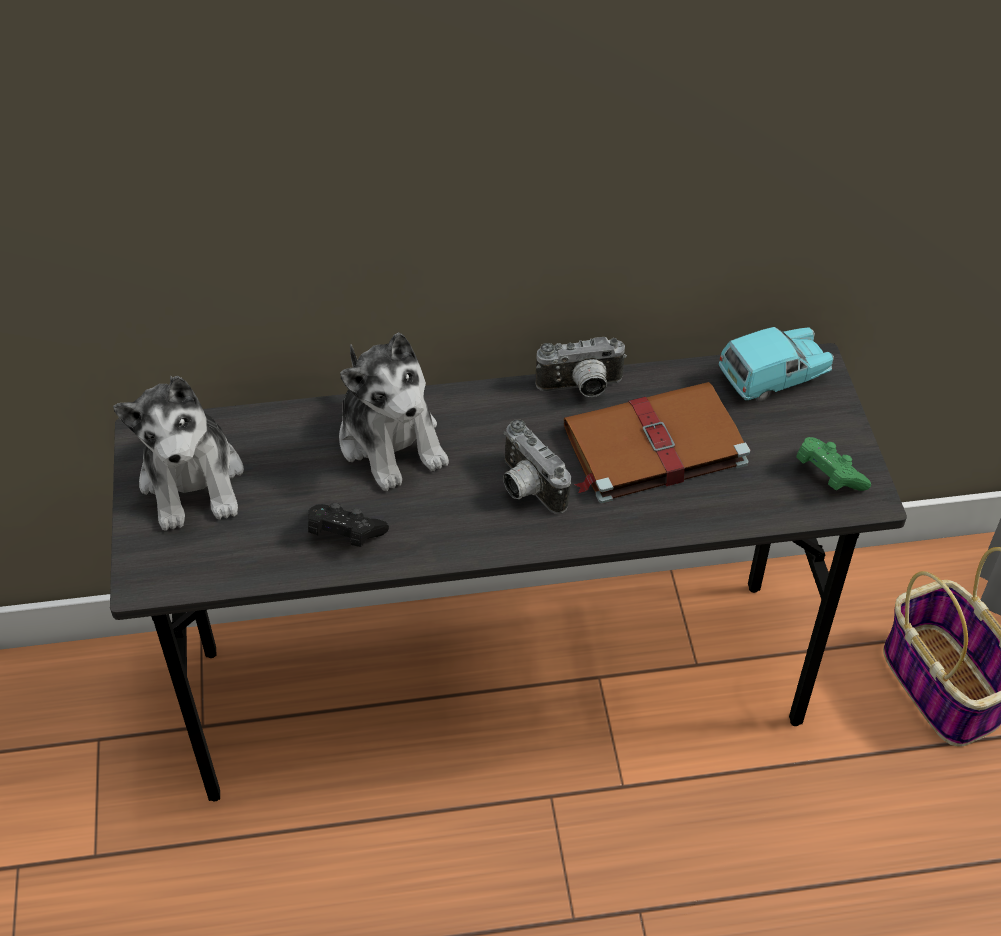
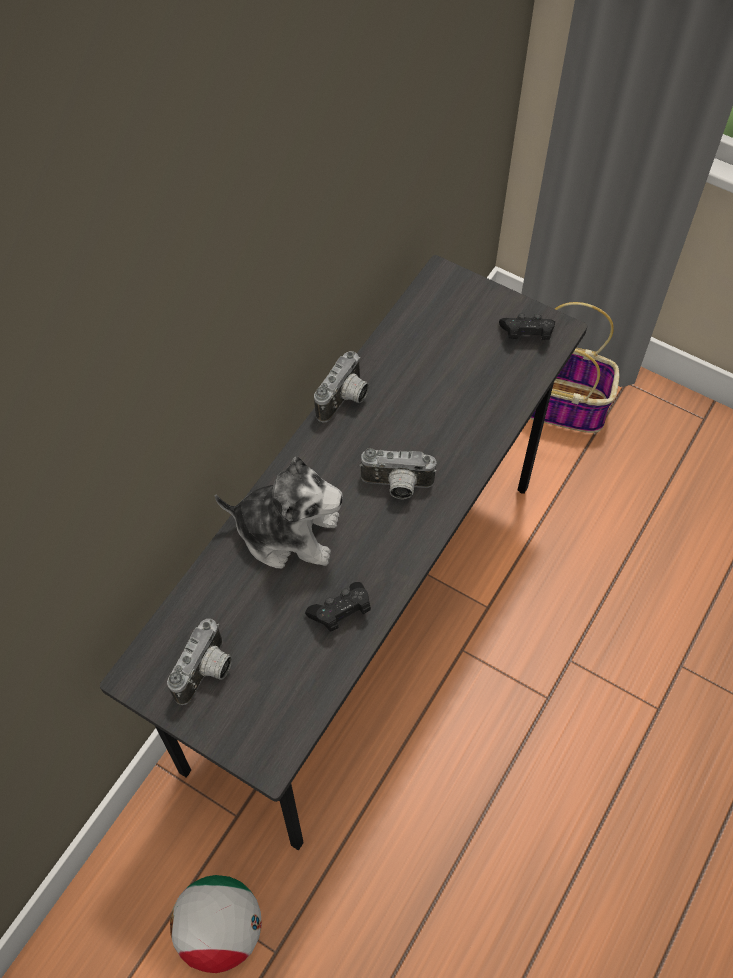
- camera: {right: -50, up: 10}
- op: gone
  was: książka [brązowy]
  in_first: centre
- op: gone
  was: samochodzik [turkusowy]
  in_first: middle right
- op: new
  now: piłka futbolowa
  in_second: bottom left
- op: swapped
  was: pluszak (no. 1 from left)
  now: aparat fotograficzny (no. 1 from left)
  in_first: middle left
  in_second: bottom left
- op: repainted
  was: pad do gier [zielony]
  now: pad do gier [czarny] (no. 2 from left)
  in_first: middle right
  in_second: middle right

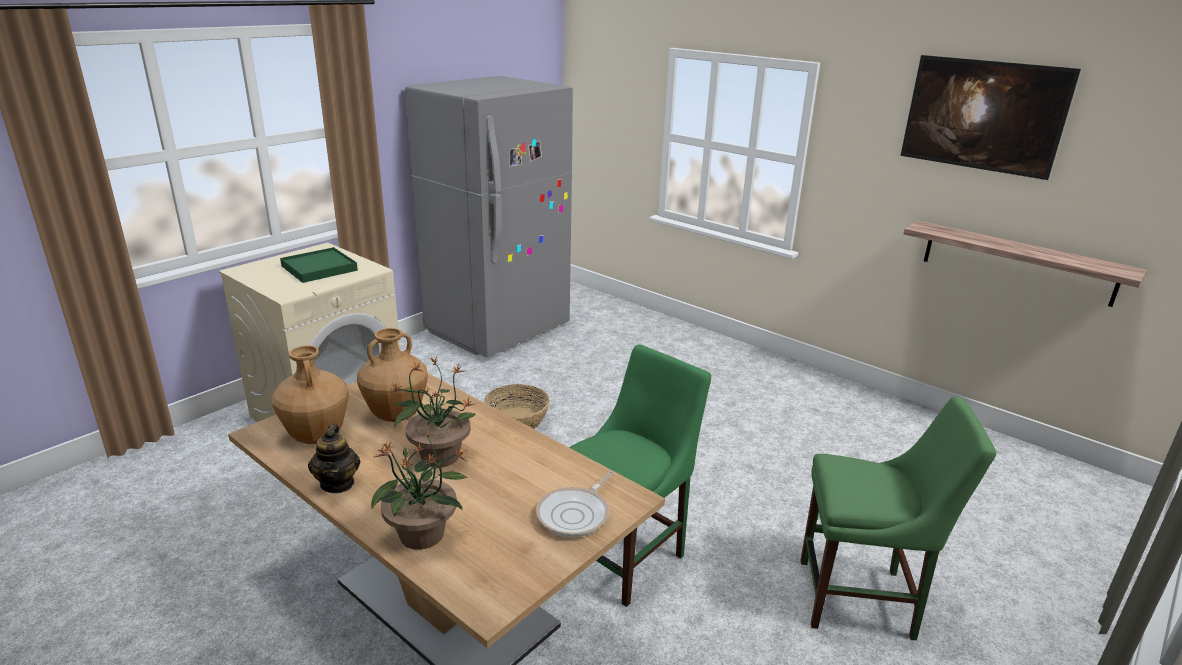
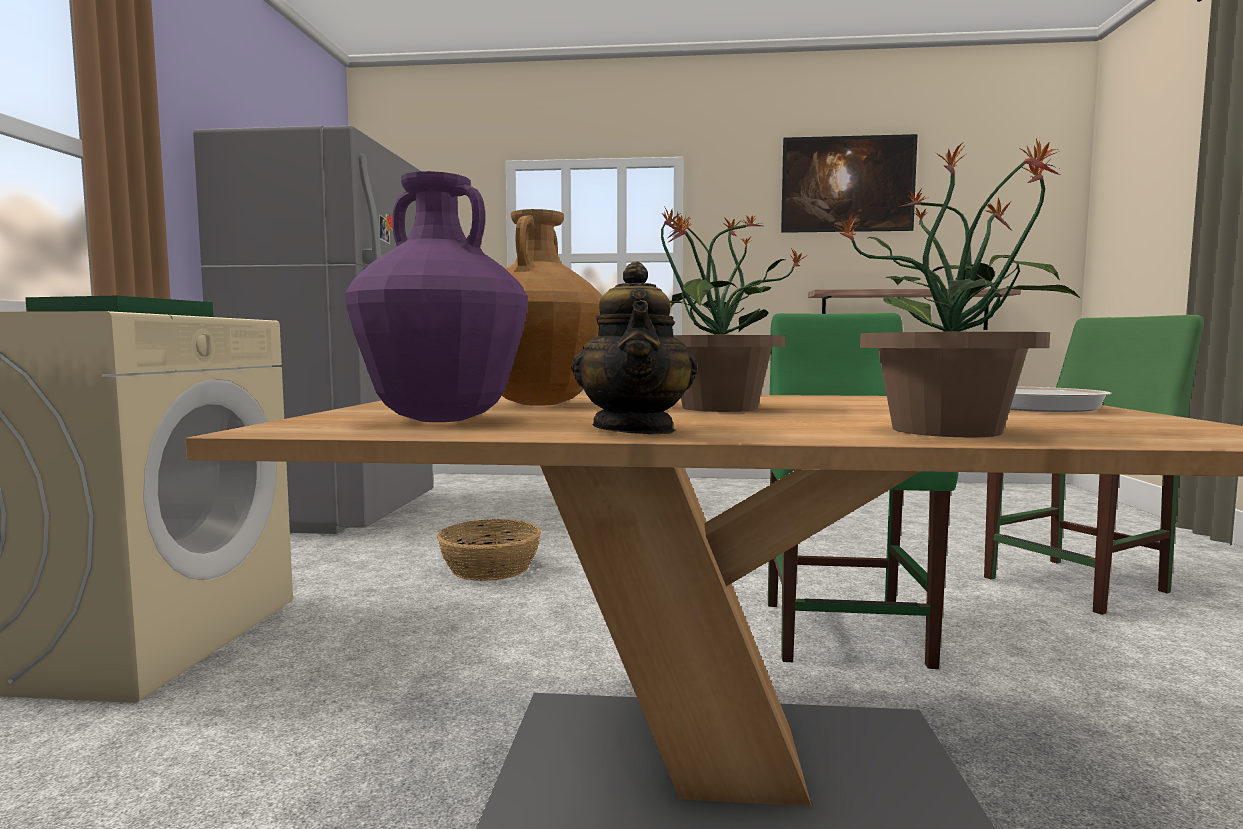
- camera: {right: -35, up: -20}
- op: repainted
  was: wazon [brązowy] (no. 1 from left)
  now: wazon [fioletowy]
  in_first: middle left
  in_second: centre
- op: rotated
  was: imbryk
  in_first: bottom left
  in_second: centre
  clockwise: 45

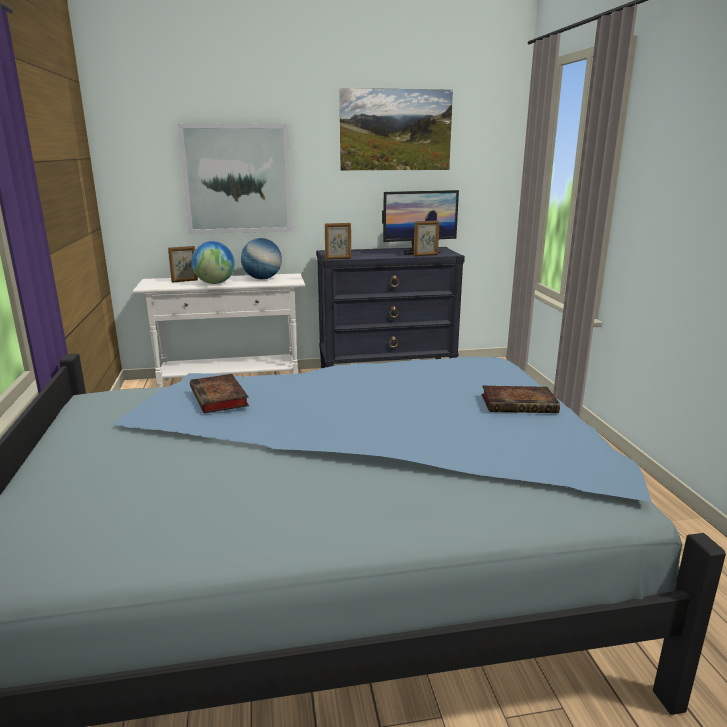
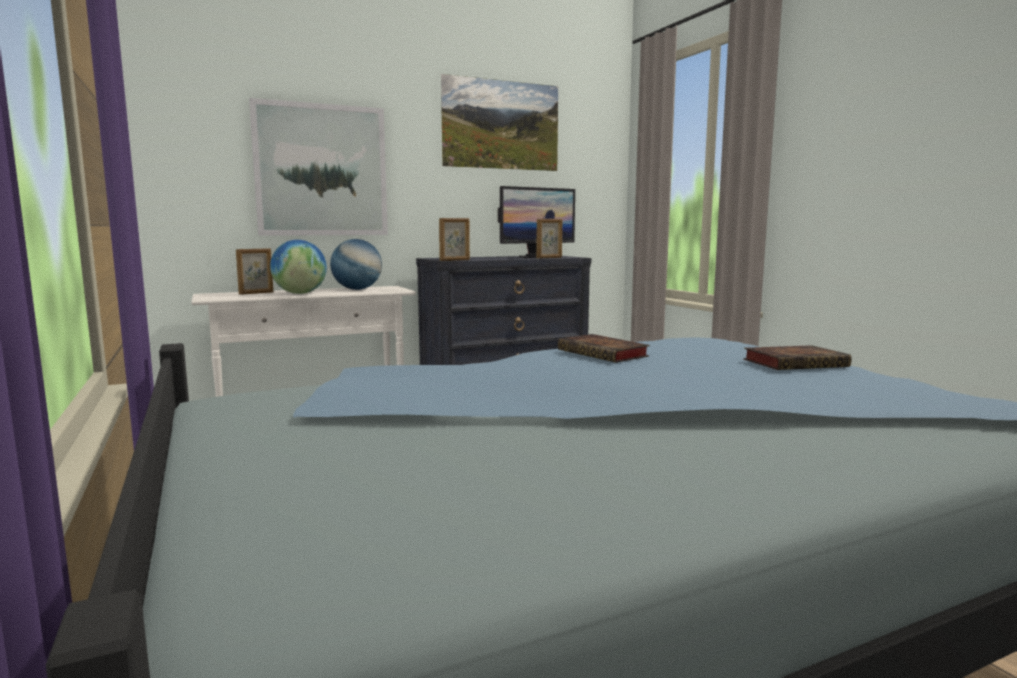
- camera: {right: -15, up: -10}
- op: shifted
  was: książka (no. 1 from left)
  in_first: middle left
  in_second: centre

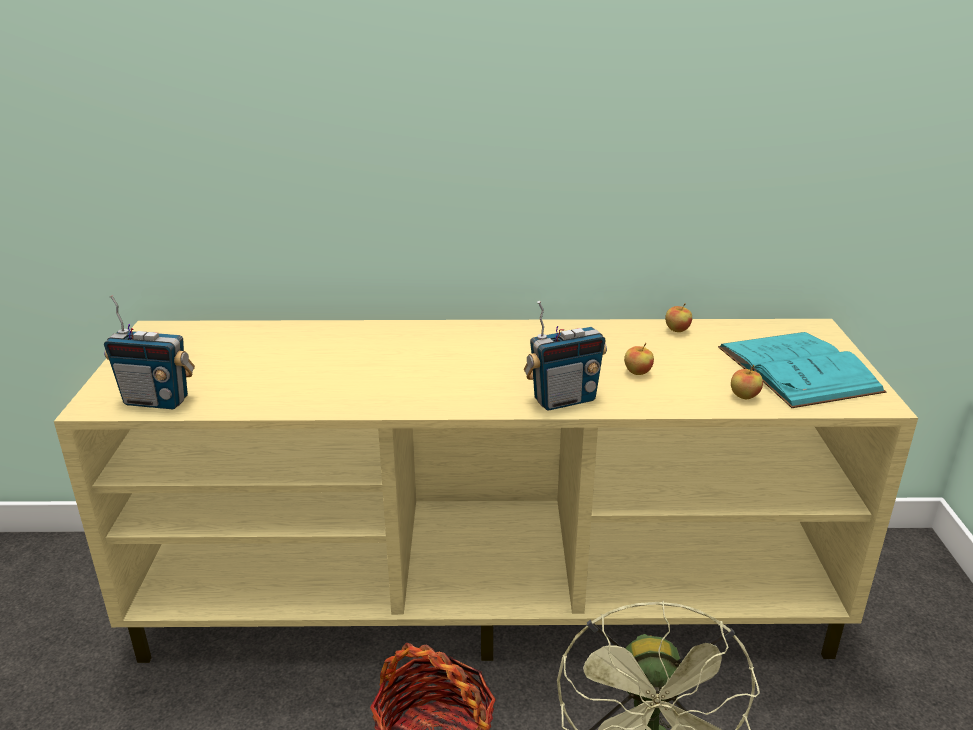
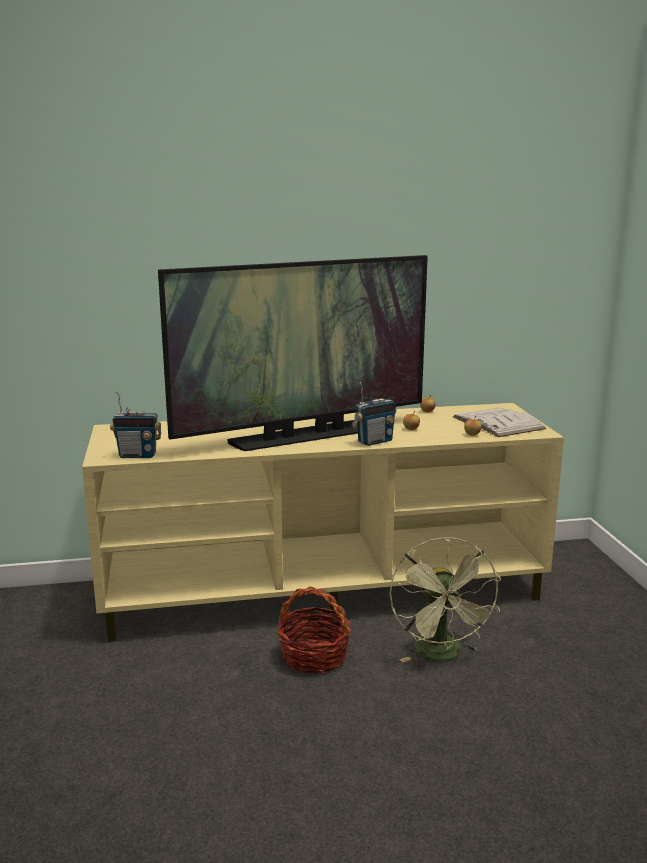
- camera: {right: -10, up: -10}
- op: new
  now: telewizor
  in_second: centre
- op: repainted
  was: książka [turkusowy]
  now: książka [biały]
  in_first: middle right
  in_second: middle right

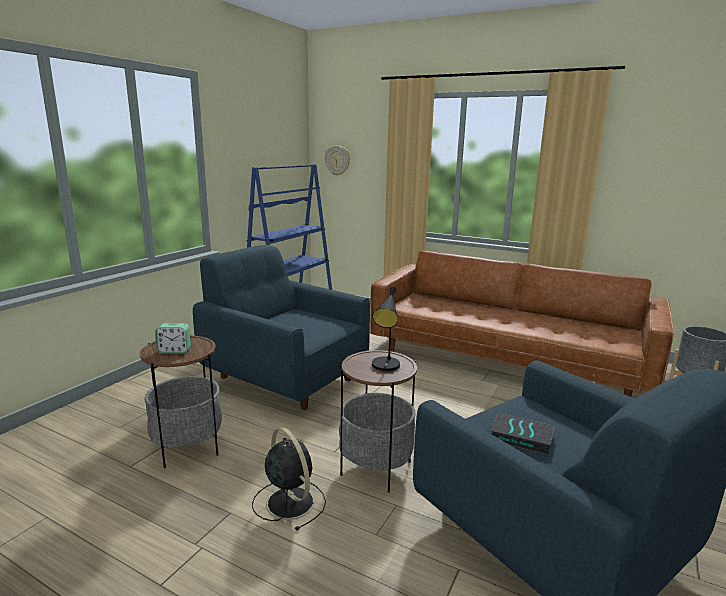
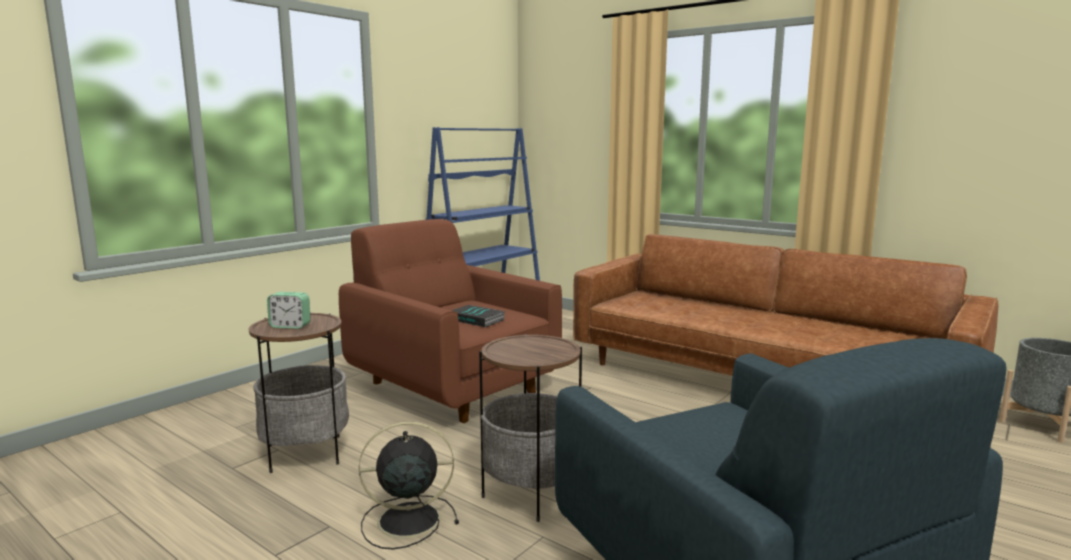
- camera: {right: 10, up: -5}
- op: gone
  was: zegar ścienny
  in_first: top centre
- op: gone
  was: lampa stołowa [czarny]
  in_first: centre
- op: shifted
  was: książka
  in_first: bottom right
  in_second: centre
- op: repainted
  was: fotel [niebieski] (no. 1 from left)
  now: fotel [brązowy]
  in_first: centre
  in_second: centre
- op: rotated
  was: wentylator [czarny]
  in_first: bottom centre
  in_second: bottom centre
  clockwise: -75

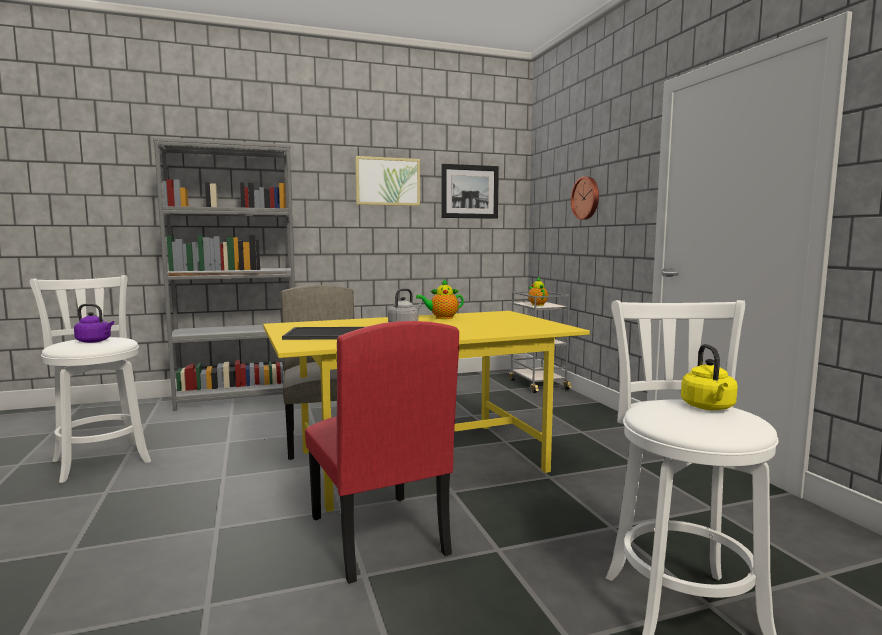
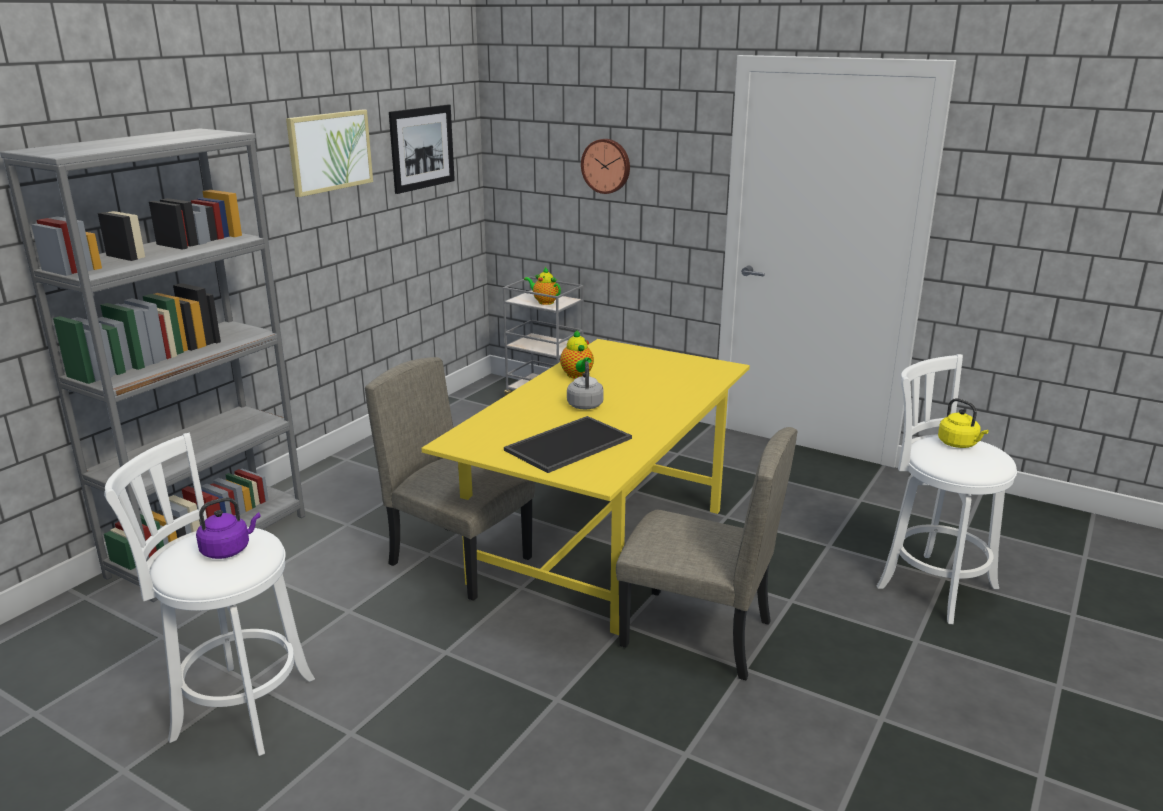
- camera: {right: -40, up: 15}
- op: repainted
  was: krzesło [czerwony]
  now: krzesło [beżowy] (no. 2 from left)
  in_first: bottom centre
  in_second: bottom centre
- op: rotated
  was: imbryk (no. 1 from left in the first image)
  in_first: centre
  in_second: centre
  clockwise: -60

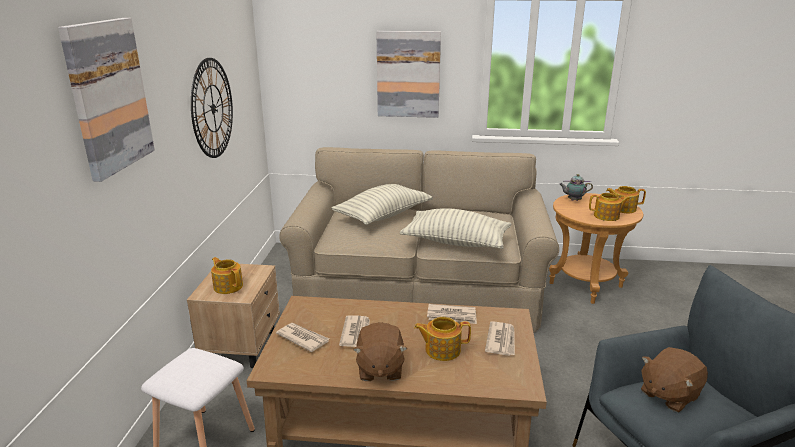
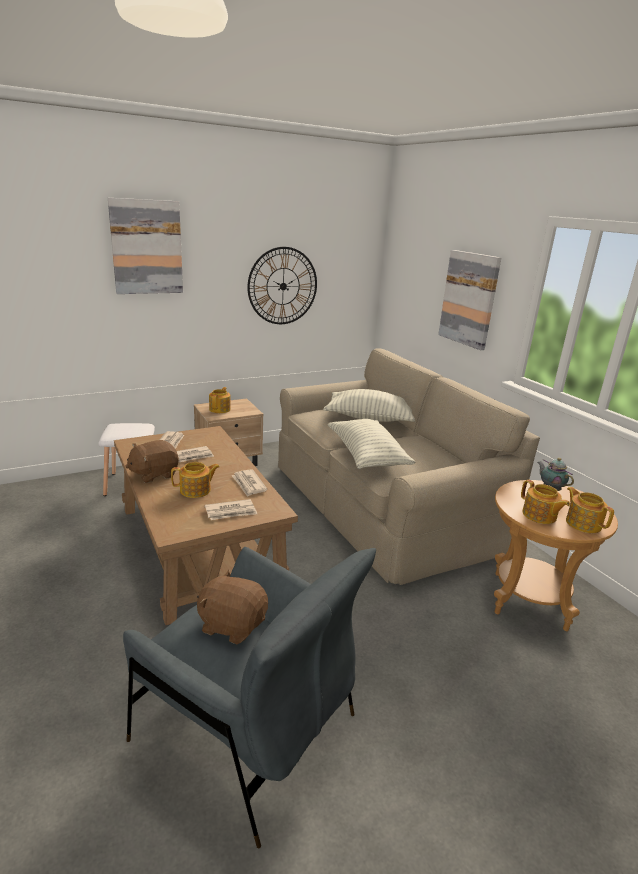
- camera: {right: 55, up: 0}
- op: rotated
  was: imbryk (no. 2 from left in the first image)
  in_first: bottom centre
  in_second: middle left
  clockwise: 105

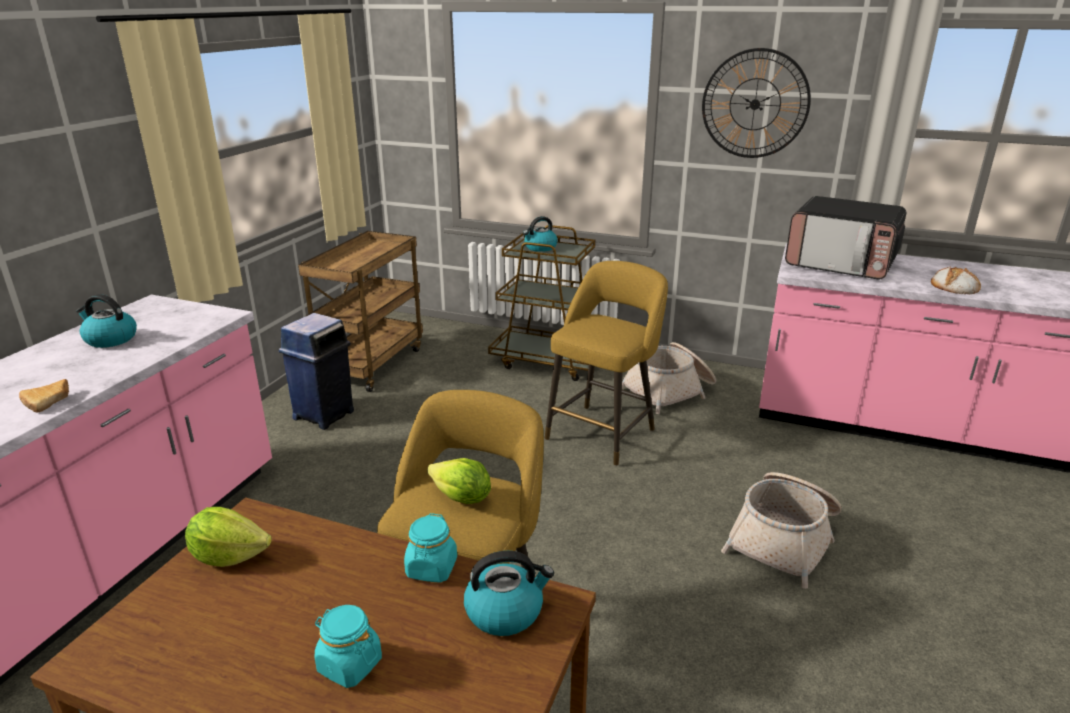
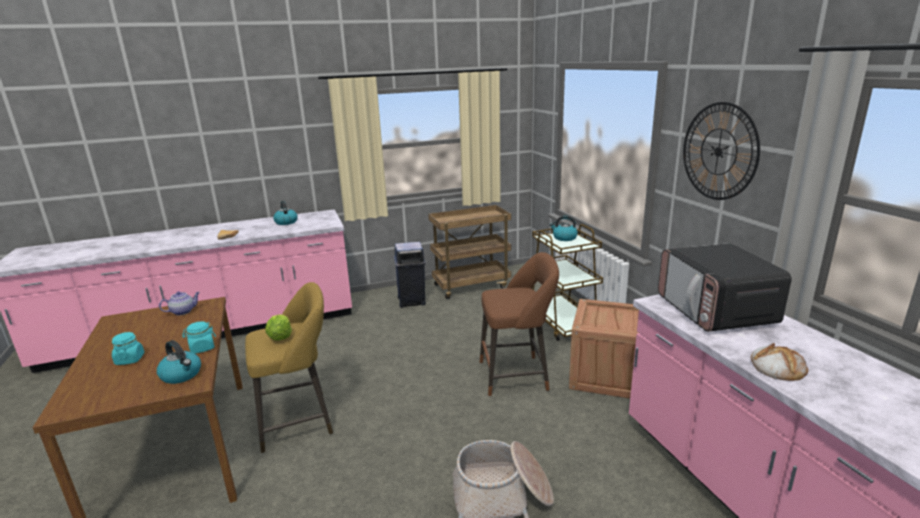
- camera: {right: 50, up: -5}
- op: swapped
  was: sałata (no. 1 from left)
  now: imbryk
  in_first: bottom left
  in_second: middle left
- op: swapped
  was: koszyk (no. 1 from left)
  now: skrzynka
  in_first: centre
  in_second: bottom centre
- op: repainted
  was: stołek [żółty] (no. 2 from left)
  now: stołek [brązowy]
  in_first: centre
  in_second: centre

